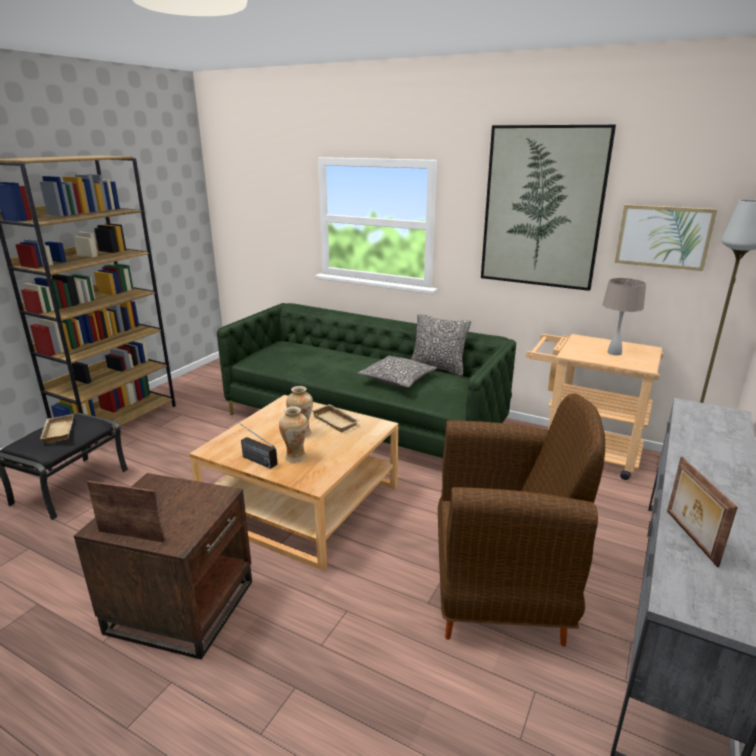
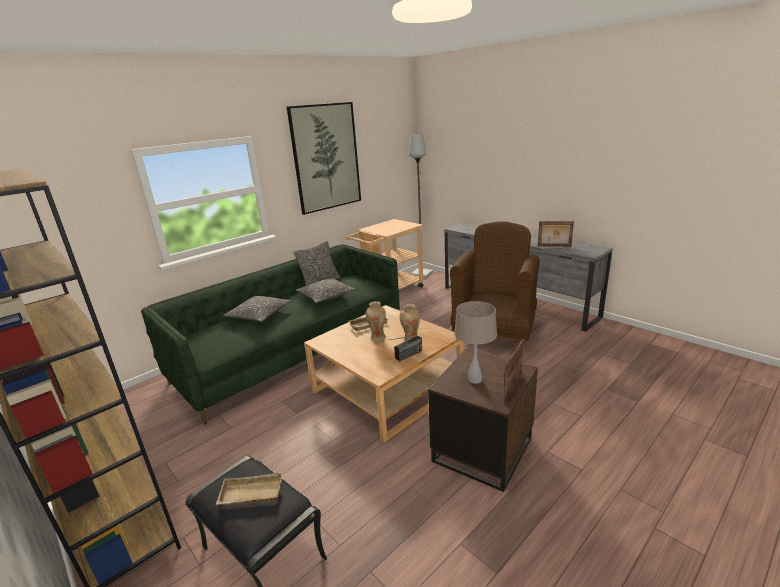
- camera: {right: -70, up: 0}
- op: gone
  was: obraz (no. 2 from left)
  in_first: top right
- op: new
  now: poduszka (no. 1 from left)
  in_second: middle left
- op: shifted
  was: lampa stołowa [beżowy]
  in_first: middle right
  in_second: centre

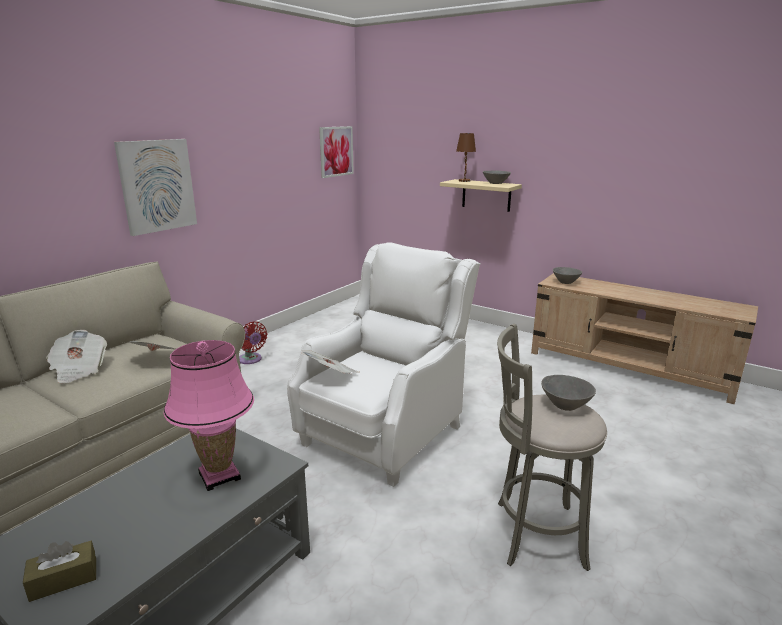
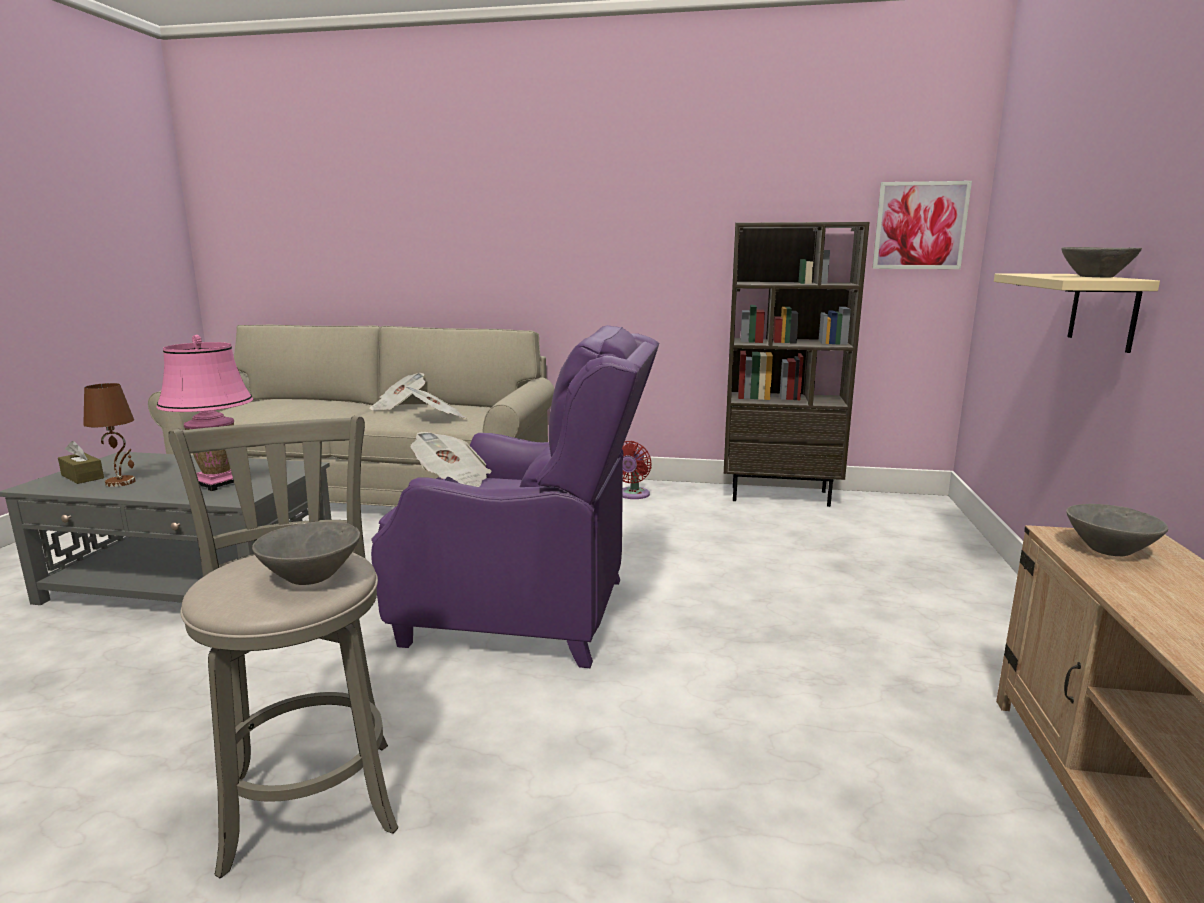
- camera: {right: 65, up: -5}
- op: gone
  was: obraz (no. 1 from left)
  in_first: top left
- op: new
  now: regał [brązowy]
  in_second: centre
- op: shifted
  was: lampa stołowa [brązowy]
  in_first: top centre
  in_second: middle left
- op: repainted
  was: fotel [biały]
  now: fotel [fioletowy]
  in_first: centre
  in_second: centre

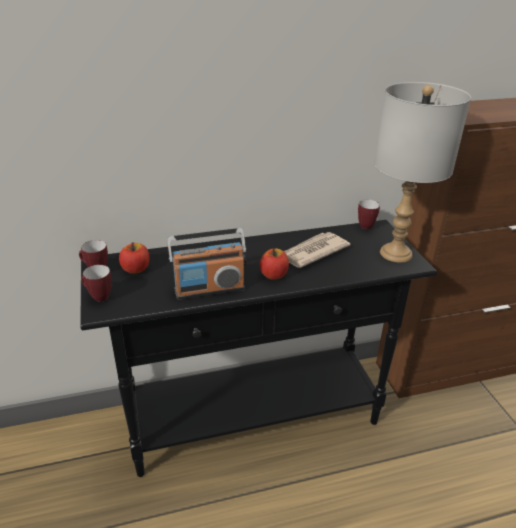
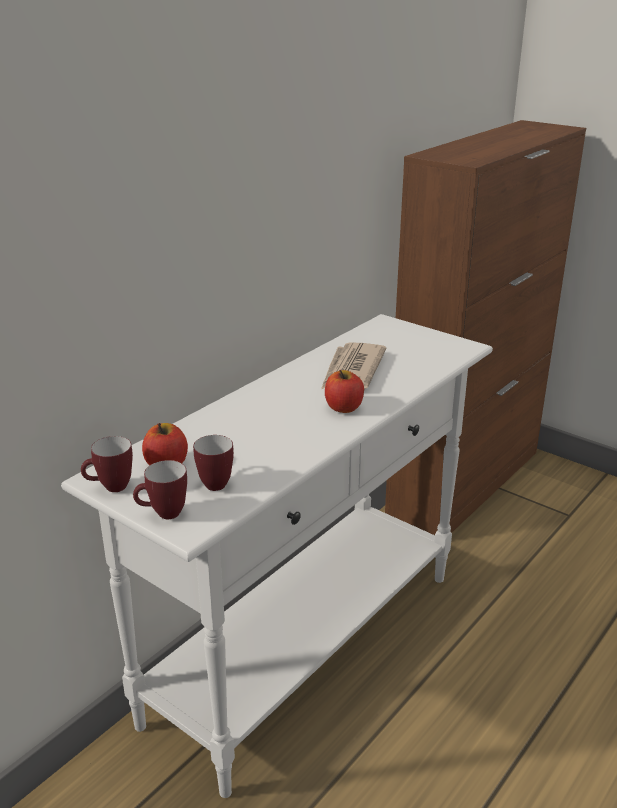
- camera: {right: -35, up: -5}
- op: gone
  was: radio
  in_first: centre
- op: gone
  was: lampa stołowa [szary]
  in_first: top right
- op: shifted
  was: kubek (no. 3 from left)
  in_first: middle right
  in_second: centre
- op: repainted
  was: stolik konsolowy [czarny]
  now: stolik konsolowy [biały]
  in_first: centre
  in_second: bottom centre

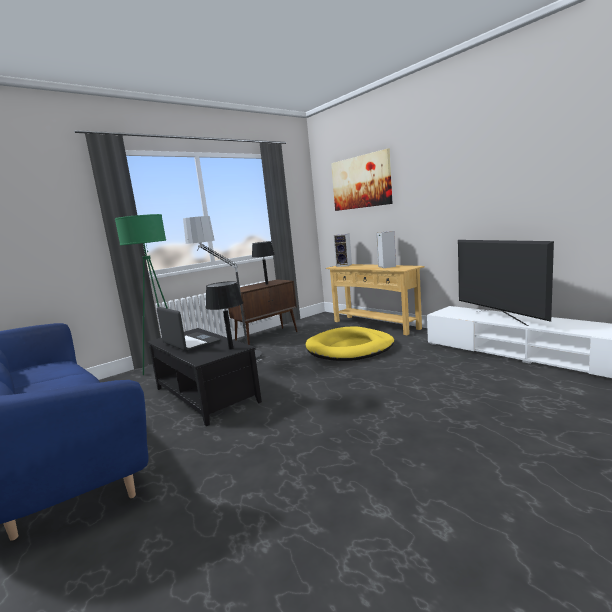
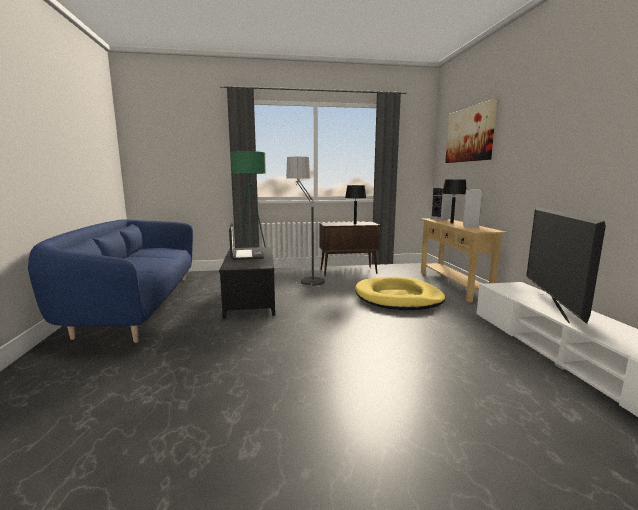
- camera: {right: 30, up: 0}
- op: shifted
  was: lampa stołowa [czarny] (no. 1 from left in the first image)
  now: lampa stołowa [czarny] (no. 2 from left)
  in_first: centre
  in_second: middle right

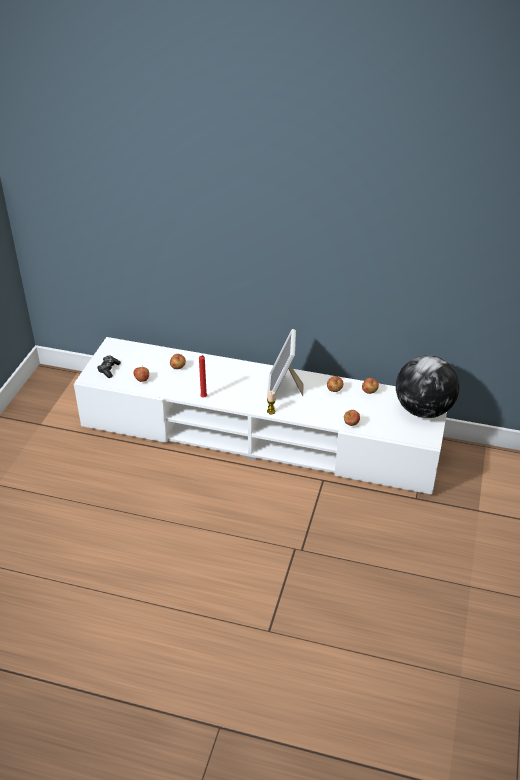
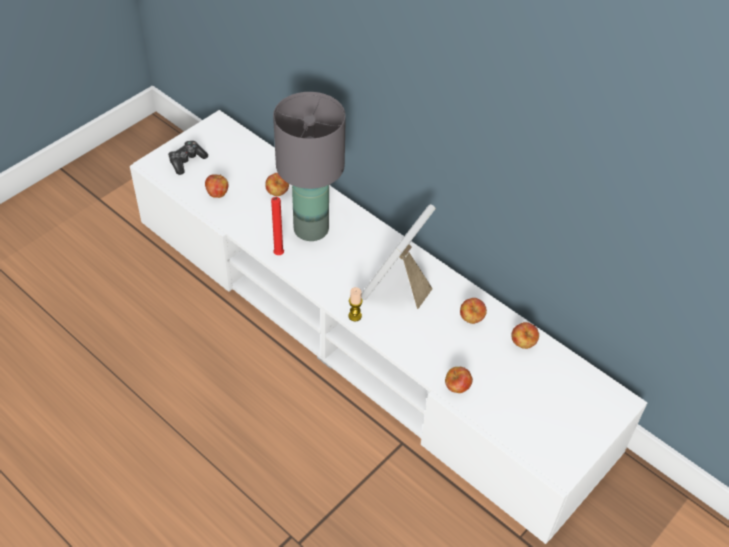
- camera: {right: 25, up: 10}
- op: gone
  was: globus
  in_first: middle right
- op: new
  now: lampa stołowa [szary]
  in_second: top centre

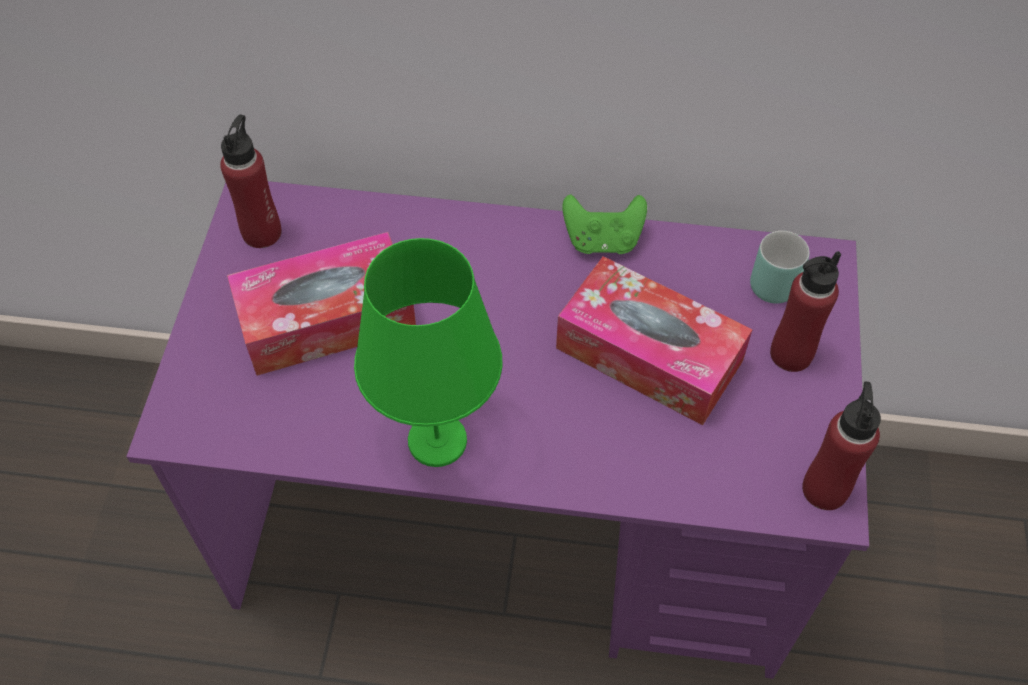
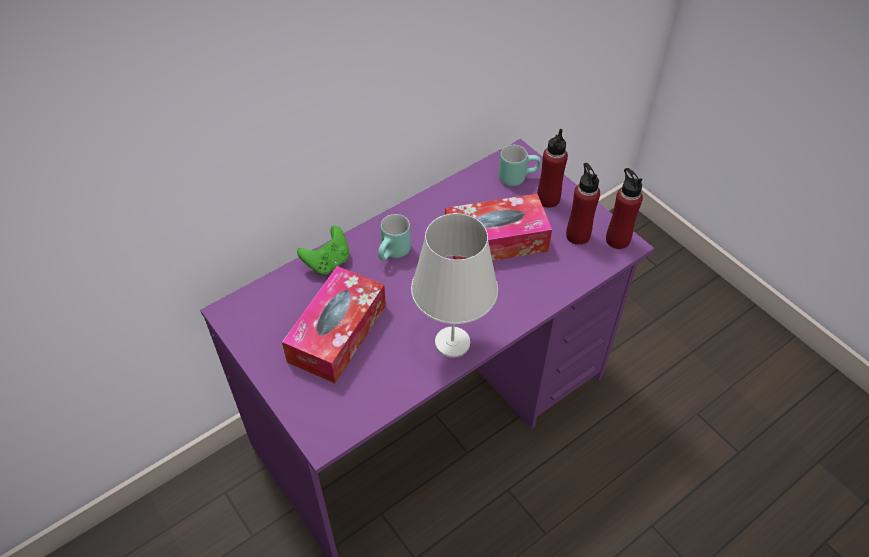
- camera: {right: -45, up: -5}
- op: new
  now: kubek [turkusowy] (no. 1 from left)
  in_second: centre
- op: shifted
  was: butelka [czerwony] (no. 1 from left in the first image)
  now: butelka [czerwony] (no. 2 from left)
  in_first: top left
  in_second: middle right
- op: shifted
  was: pad do gier [zielony]
  in_first: top centre
  in_second: centre
- op: repainted
  was: lampa stołowa [zielony]
  now: lampa stołowa [biały]
  in_first: centre
  in_second: centre

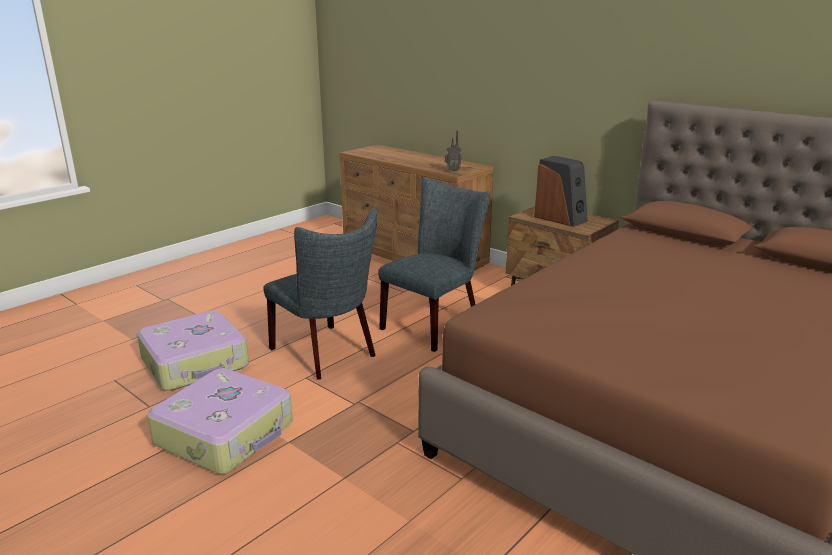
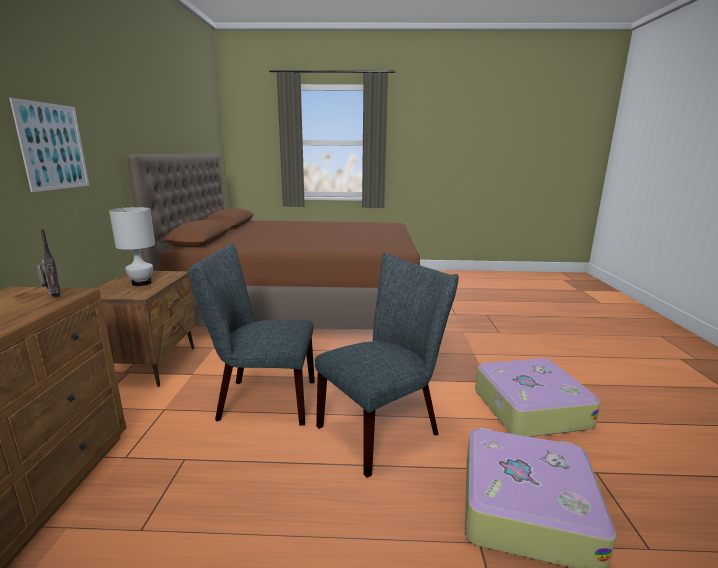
- camera: {right: -130, up: -5}
- op: new
  now: obraz
  in_second: top left
- op: swapped
  was: głośnik
  now: lampa stołowa [biały]
  in_first: middle right
  in_second: middle left
- op: rotated
  was: krzesło [szary] (no. 1 from left in the first image)
  in_first: centre
  in_second: centre
  clockwise: 45

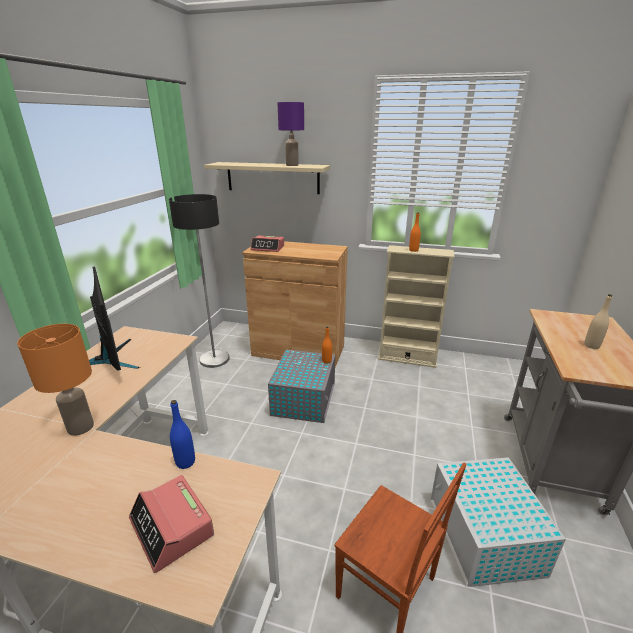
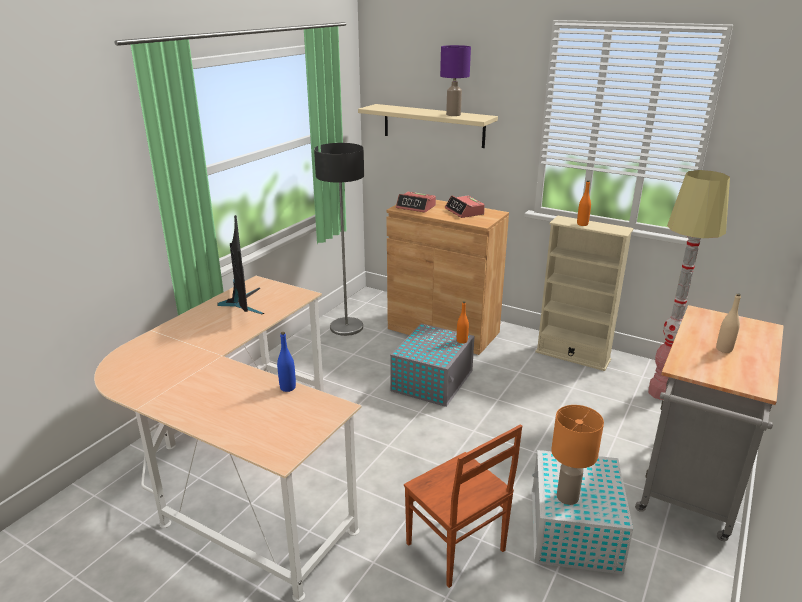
- camera: {right: 15, up: 0}
- op: new
  now: lampa stojąca (no. 2 from left)
  in_second: middle right
- op: shifted
  was: lampa stołowa [pomarańczowy]
  in_first: middle left
  in_second: bottom right
- op: shifted
  was: budzik (no. 1 from left in the first image)
  now: budzik (no. 2 from left)
  in_first: bottom left
  in_second: centre

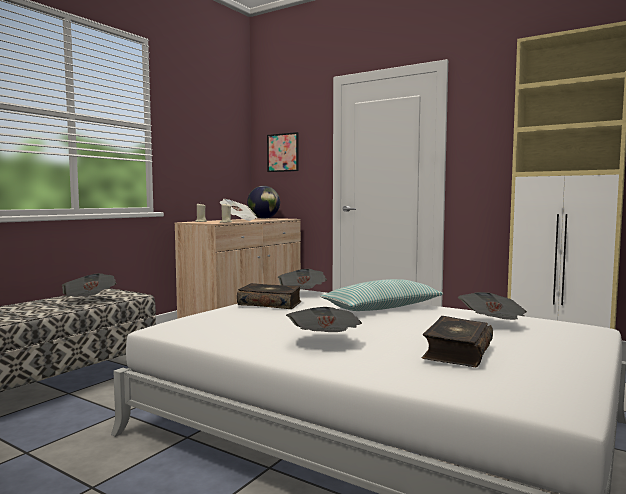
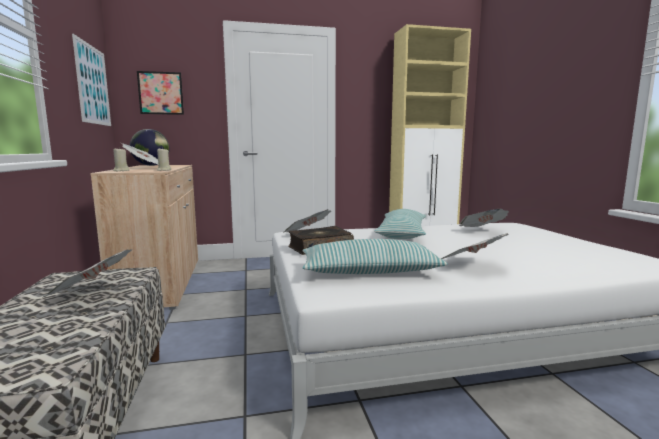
- camera: {right: -45, up: 5}
- op: gone
  was: książka (no. 2 from left)
  in_first: bottom right
- op: new
  now: obraz (no. 1 from left)
  in_second: top left
- op: new
  now: poduszka (no. 1 from left)
  in_second: centre

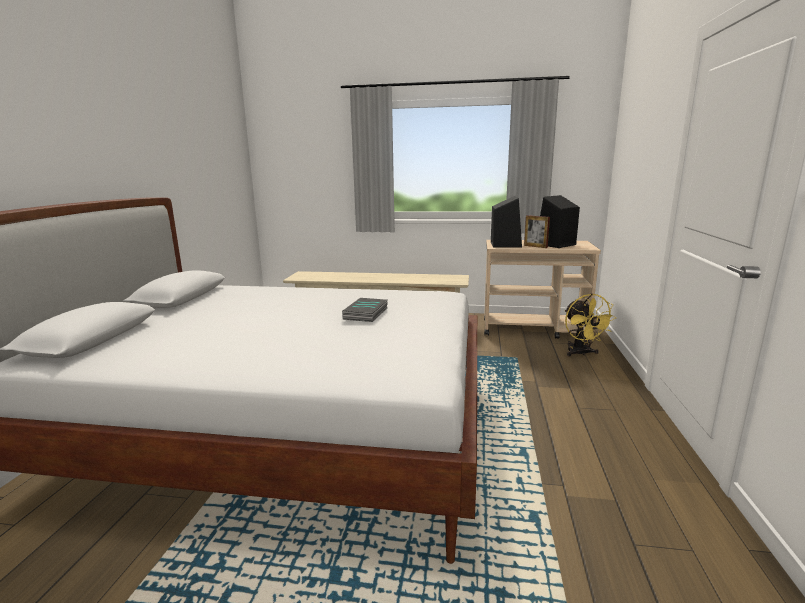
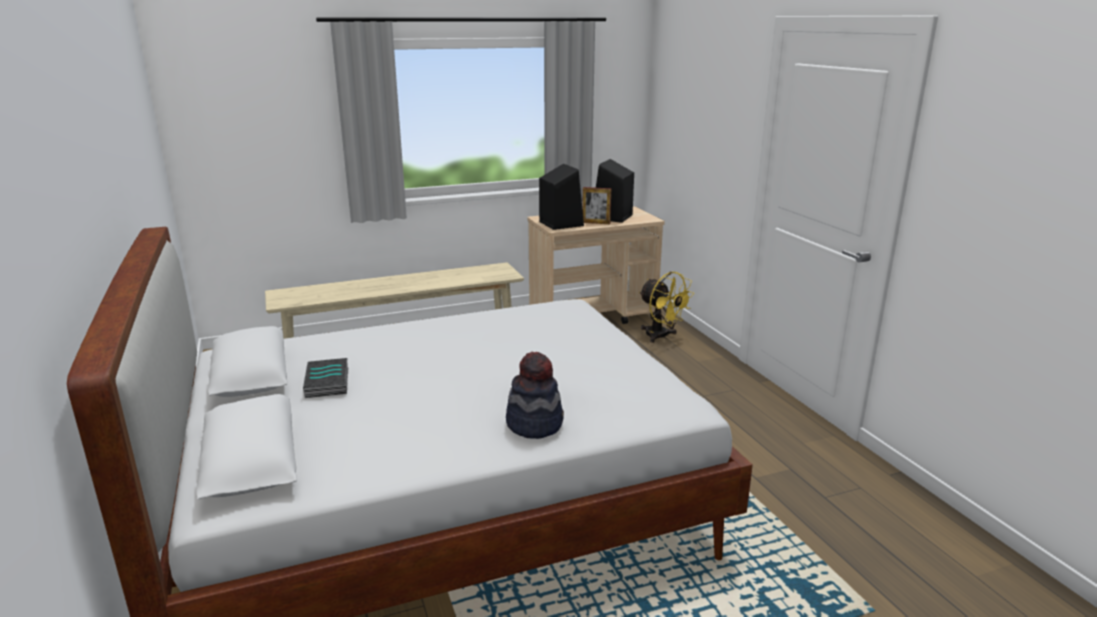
- camera: {right: -30, up: 5}
- op: new
  now: kapelusz
  in_second: centre
- op: shifted
  was: książka
  in_first: centre
  in_second: middle left

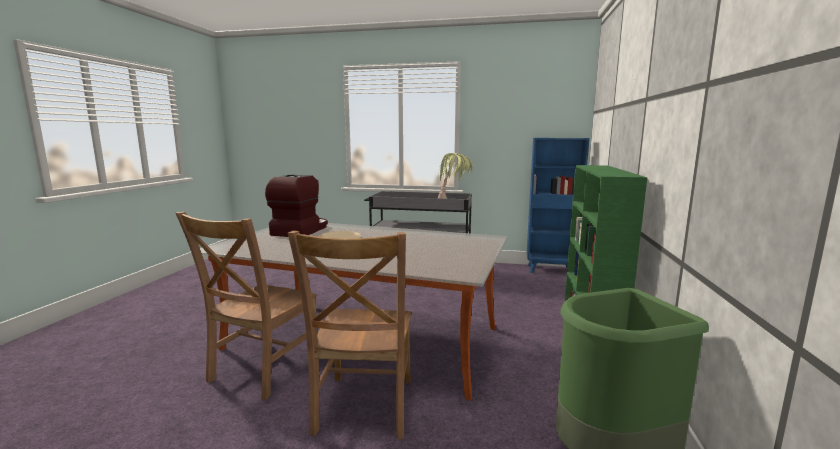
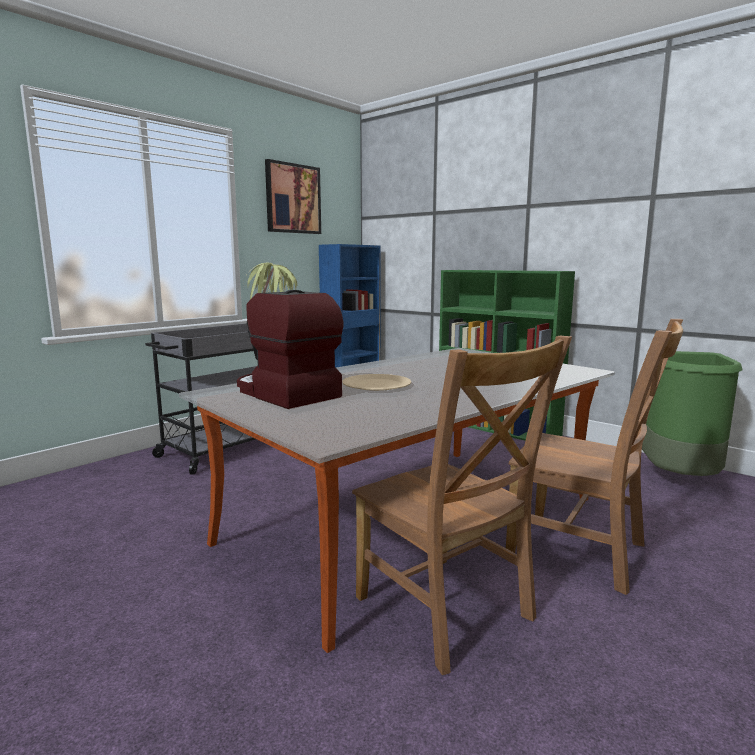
- camera: {right: -60, up: 0}
- op: new
  now: obraz
  in_second: top centre

